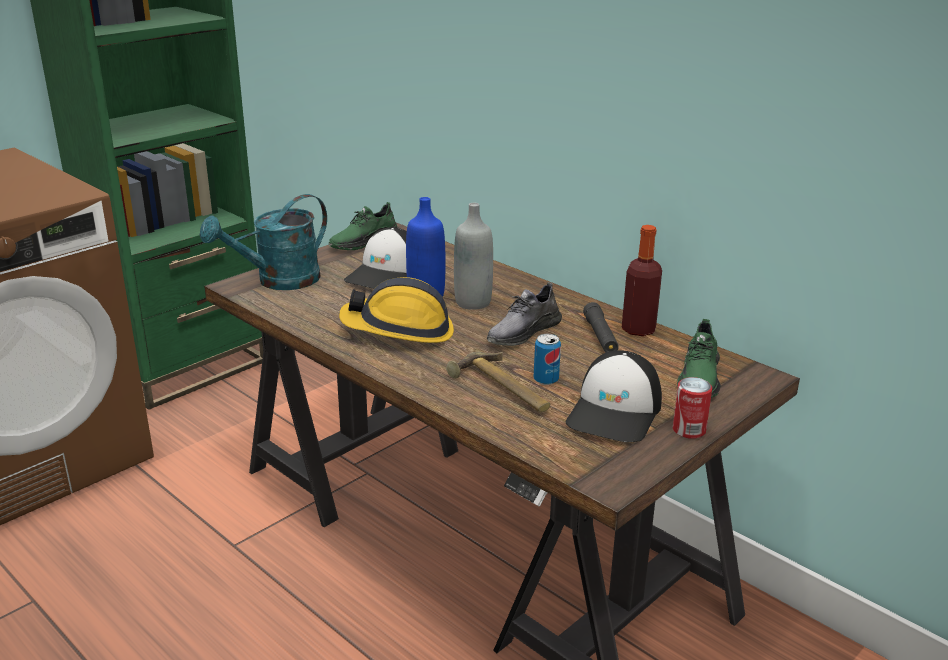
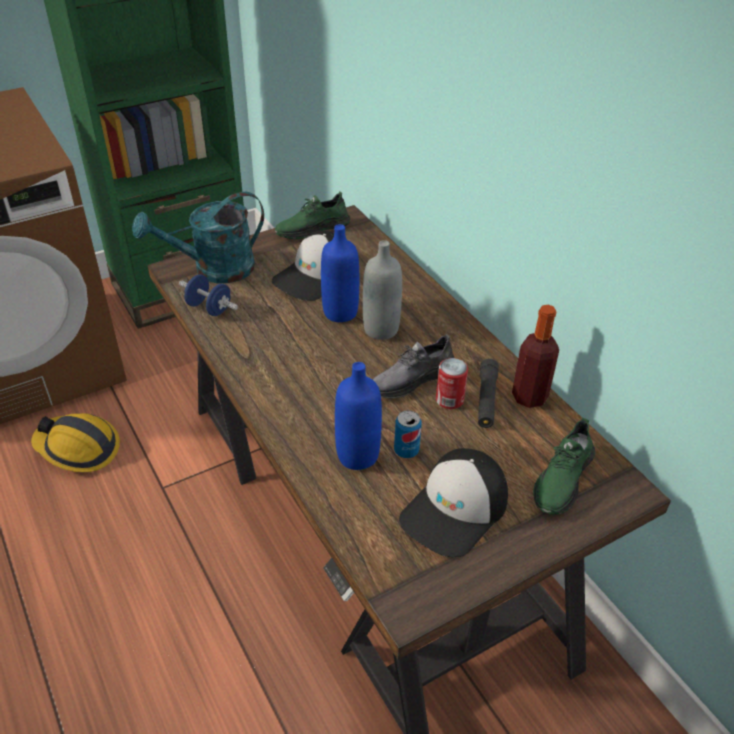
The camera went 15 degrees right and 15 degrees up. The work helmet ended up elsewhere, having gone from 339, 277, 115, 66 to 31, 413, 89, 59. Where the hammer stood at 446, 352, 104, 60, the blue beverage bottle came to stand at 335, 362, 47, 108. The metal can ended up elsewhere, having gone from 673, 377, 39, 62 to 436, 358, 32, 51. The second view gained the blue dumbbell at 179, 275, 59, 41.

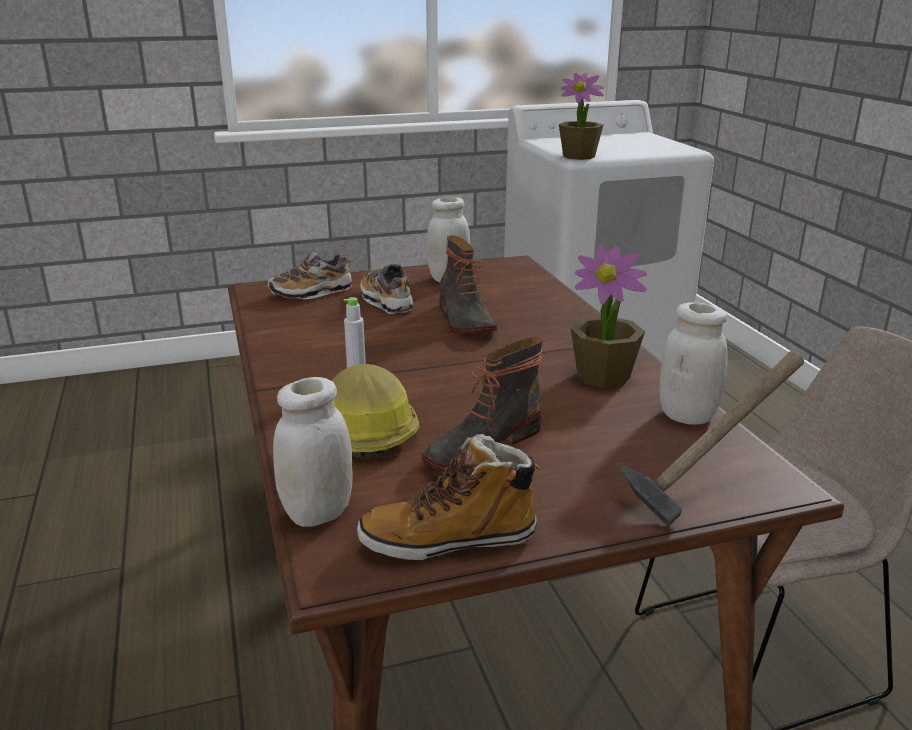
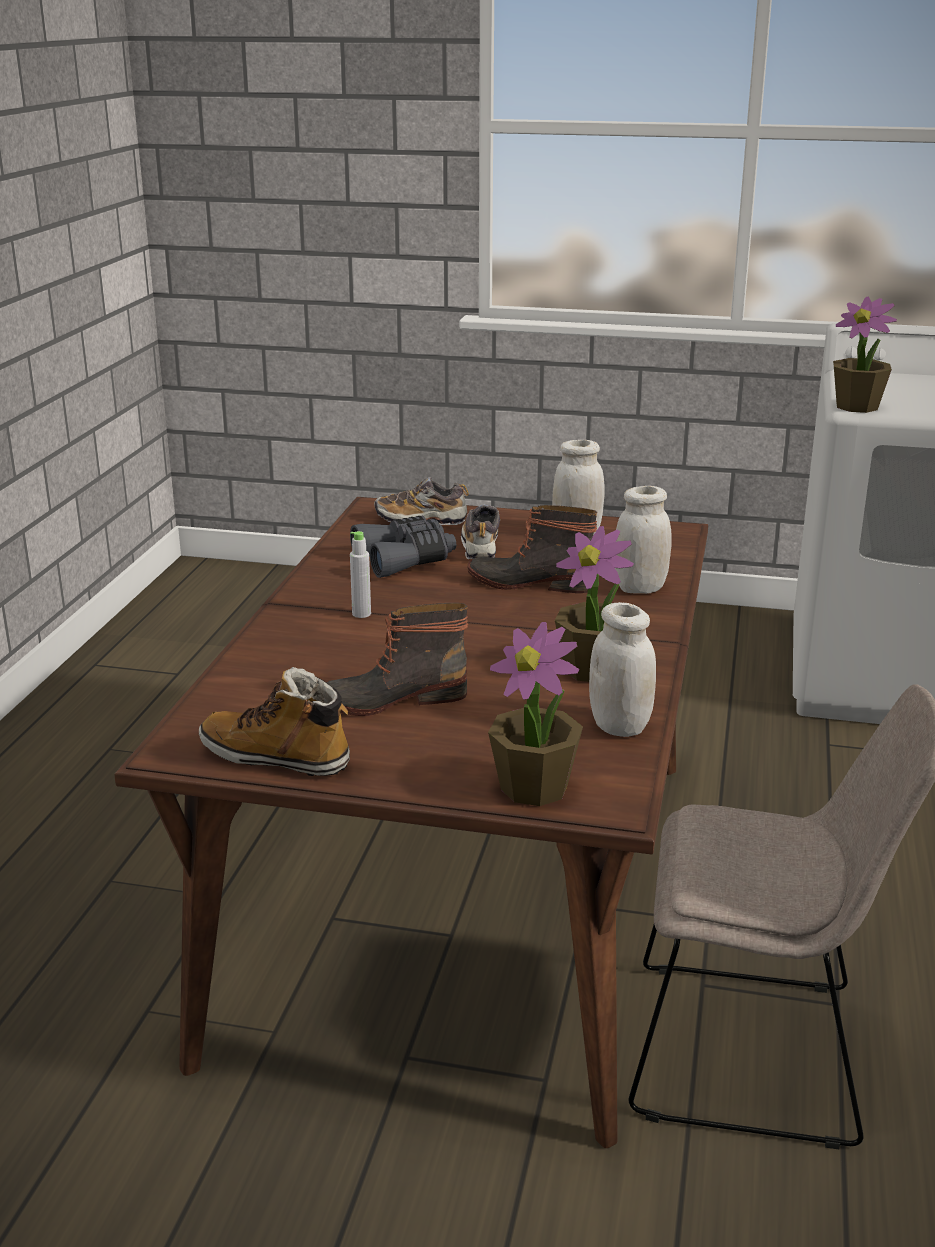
The camera went 30 degrees right and 0 degrees up. The white storage jar ended up elsewhere, having gone from 273, 377, 80, 150 to 615, 486, 57, 108. The second view lost the work helmet at 332, 364, 87, 95. The high-top boot at 439, 235, 59, 99 ended up facing another way, 90 degrees clockwise from before. Where the hammer stood at 621, 351, 183, 174, the potted plant came to stand at 488, 622, 95, 184. The second view gained the grey binoculars at 350, 516, 106, 62.

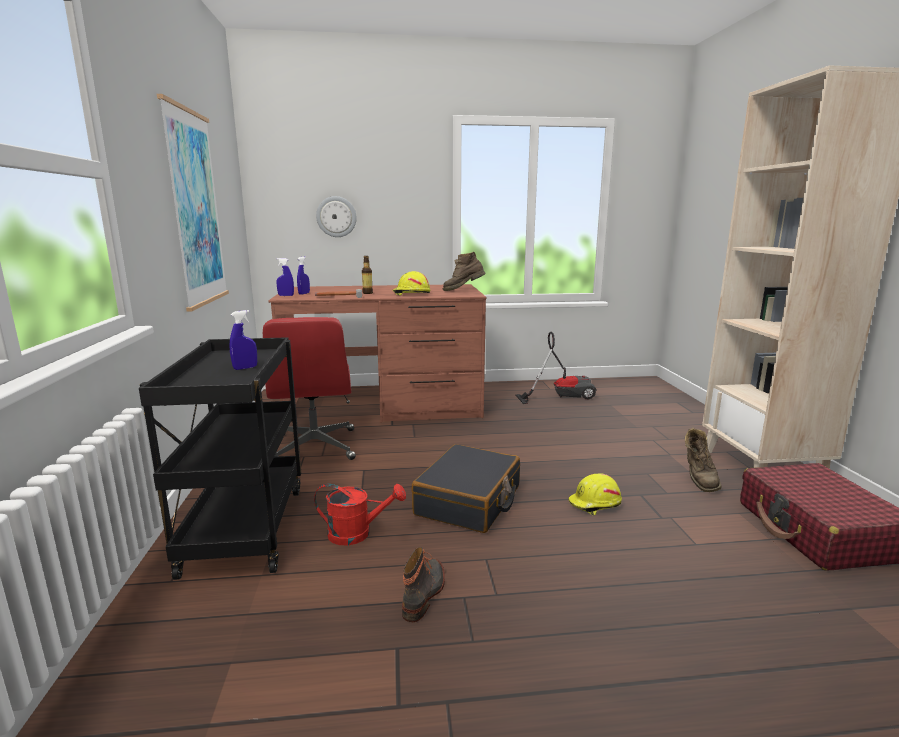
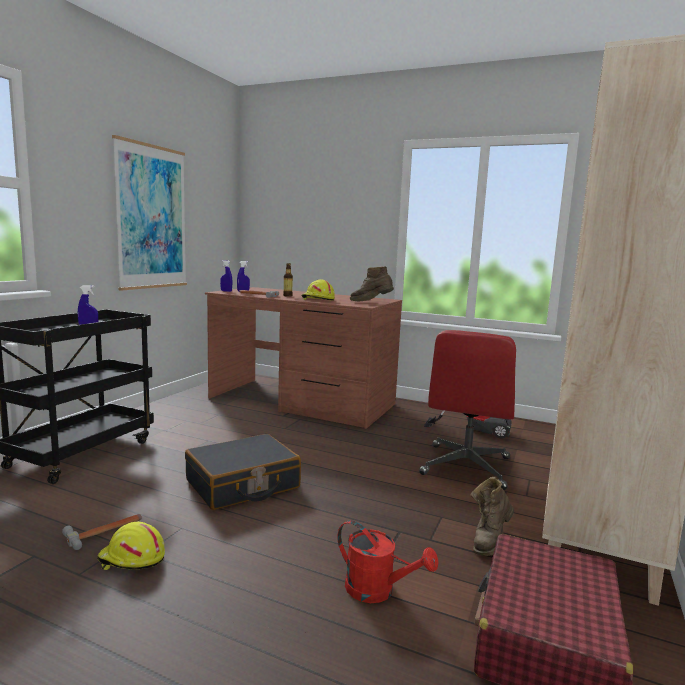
The camera went 30 degrees right and 5 degrees down. The reddish computer chair ended up elsewhere, having gone from 263, 317, 93, 143 to 419, 330, 97, 160. The reddish watering pot ended up elsewhere, having gone from 314, 484, 92, 61 to 337, 520, 101, 83. The second view lost the hanging clock at 316, 196, 41, 41. Where the high-top boot stood at 402, 547, 43, 75, the hammer came to stand at 62, 514, 80, 36. The yellow work helmet ended up elsewhere, having gone from 568, 474, 54, 41 to 97, 522, 68, 48.

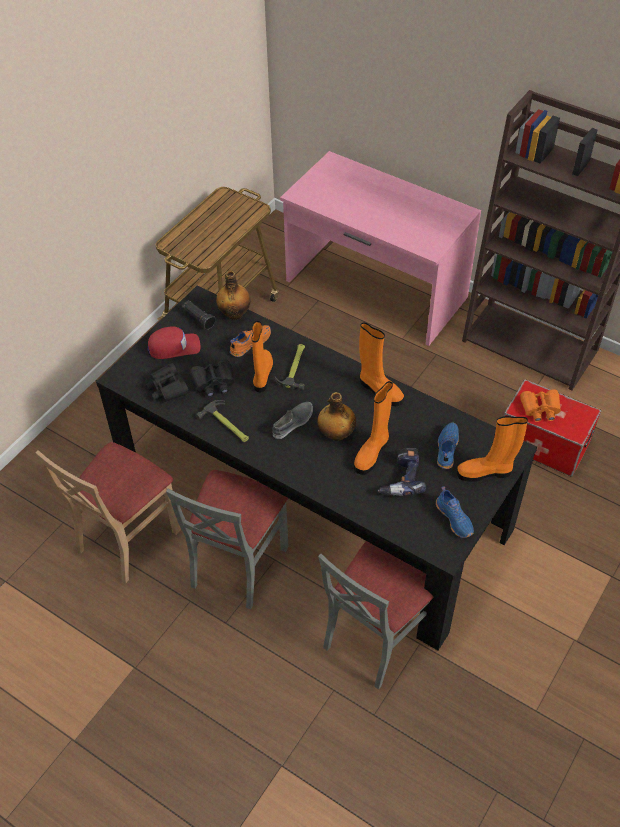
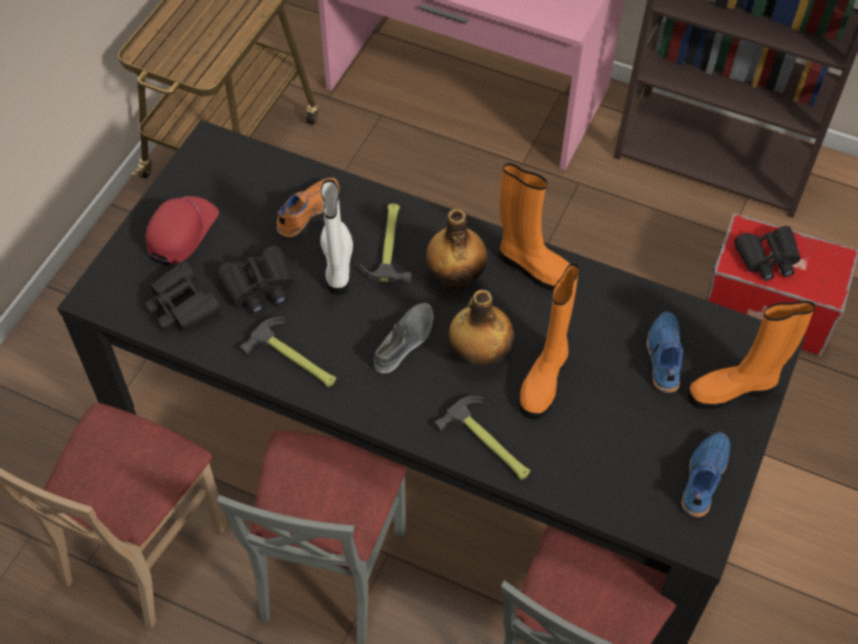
The camera went 10 degrees left and 5 degrees up. The reddish cap at 148, 326, 52, 33 ended up facing another way, 45 degrees counterclockwise from before. The second view lost the black torch at 182, 300, 34, 30. The beverage bottle ended up elsewhere, having gone from 216, 270, 35, 50 to 426, 209, 61, 80. What was the orange-coloured high-top boot at 252, 321, 21, 71 turned into the white high-top boot at 320, 180, 34, 115. The second view lost the electric drill at 378, 448, 48, 48. The blue low shoe at 436, 486, 38, 52 ended up facing another way, 120 degrees counterclockwise from before. What was the orange-coloured binoculars at 520, 389, 41, 33 turned into the black binoculars at 734, 226, 67, 55. The second view gained the hammer at 433, 396, 97, 84.

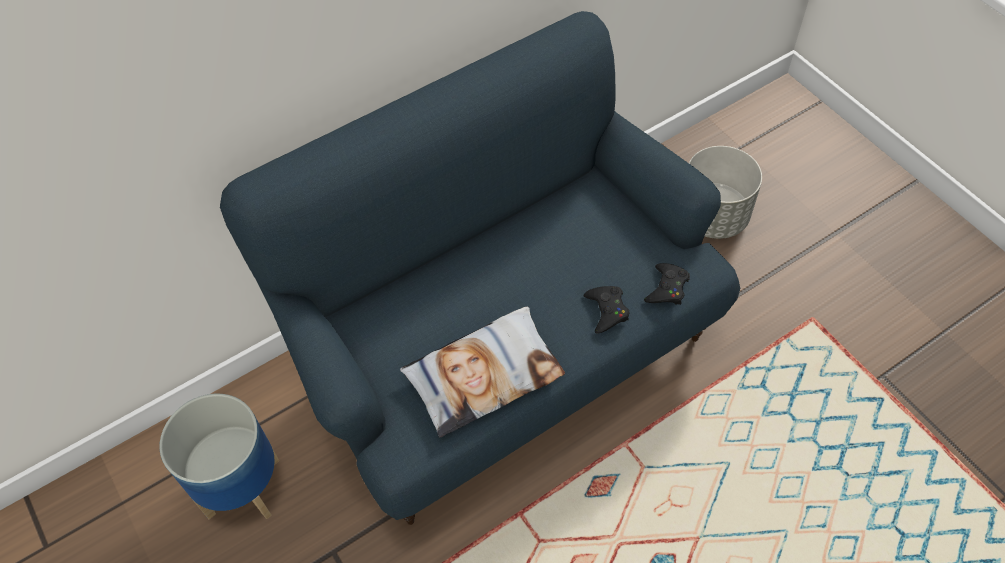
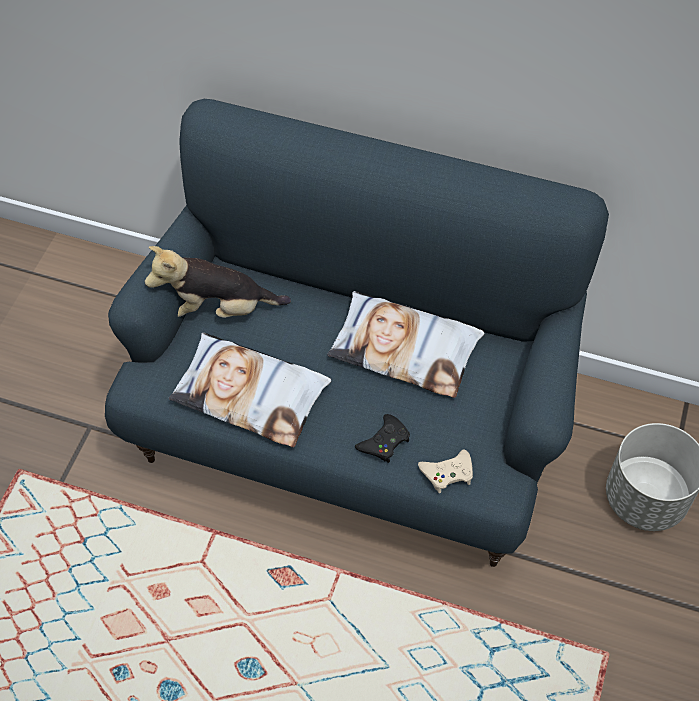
The camera went 50 degrees right and 0 degrees up. The second view lost the planter at 160, 394, 119, 126. What was the black joypad at 644, 263, 46, 42 turned into the beige joypad at 418, 450, 55, 43. The second view gained the plush toy at 145, 246, 146, 72. The second view gained the cushion at 327, 291, 157, 107.

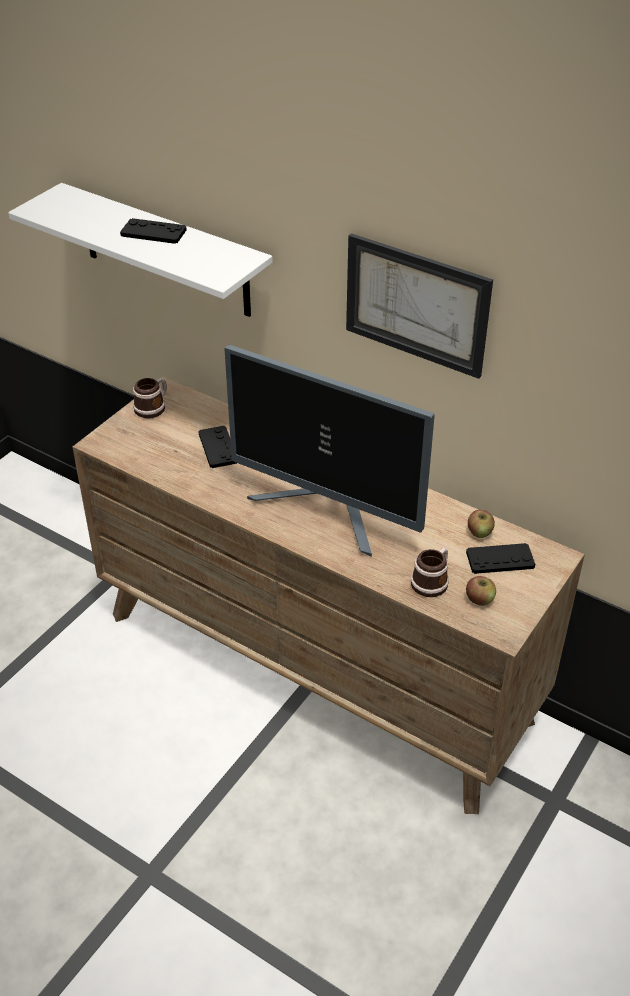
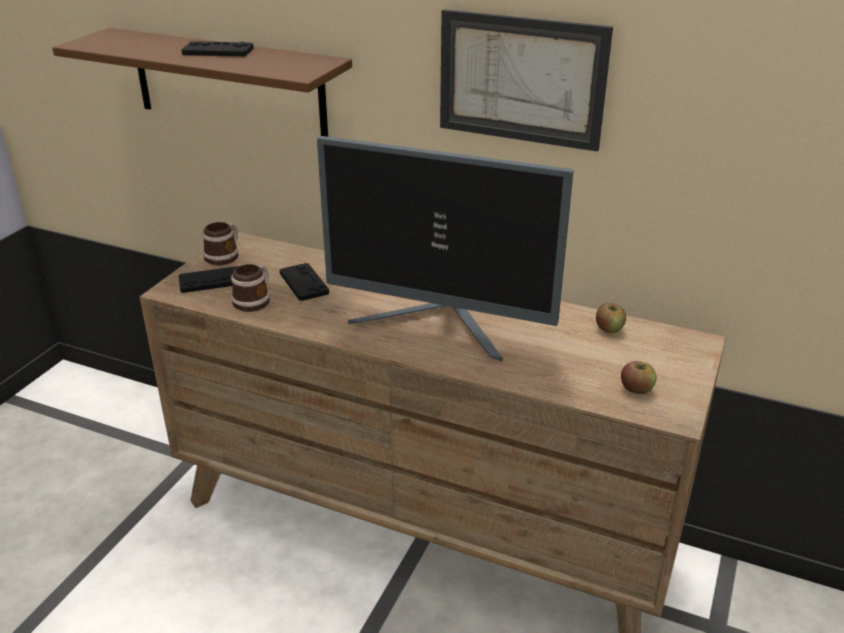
The camera went 10 degrees left and 10 degrees down. What was the white shelf at 8, 183, 265, 134 turned into the brown shelf at 52, 28, 300, 109. The tea mug ended up elsewhere, having gone from 411, 548, 38, 49 to 231, 264, 39, 48. The black joypad ended up elsewhere, having gone from 466, 543, 69, 31 to 178, 266, 61, 27.

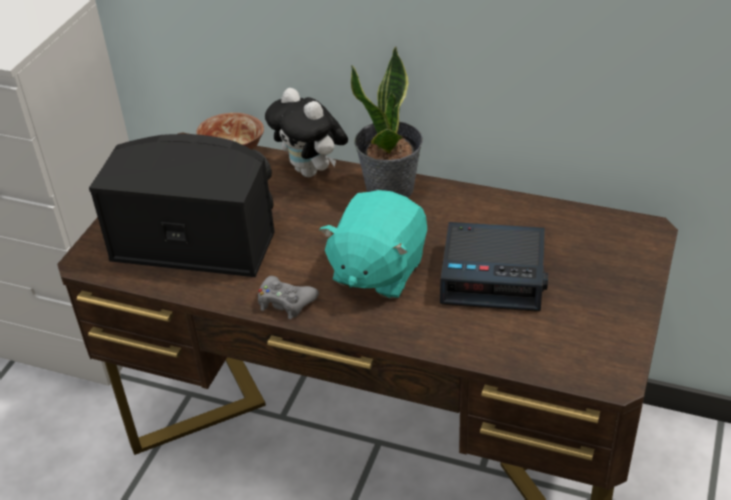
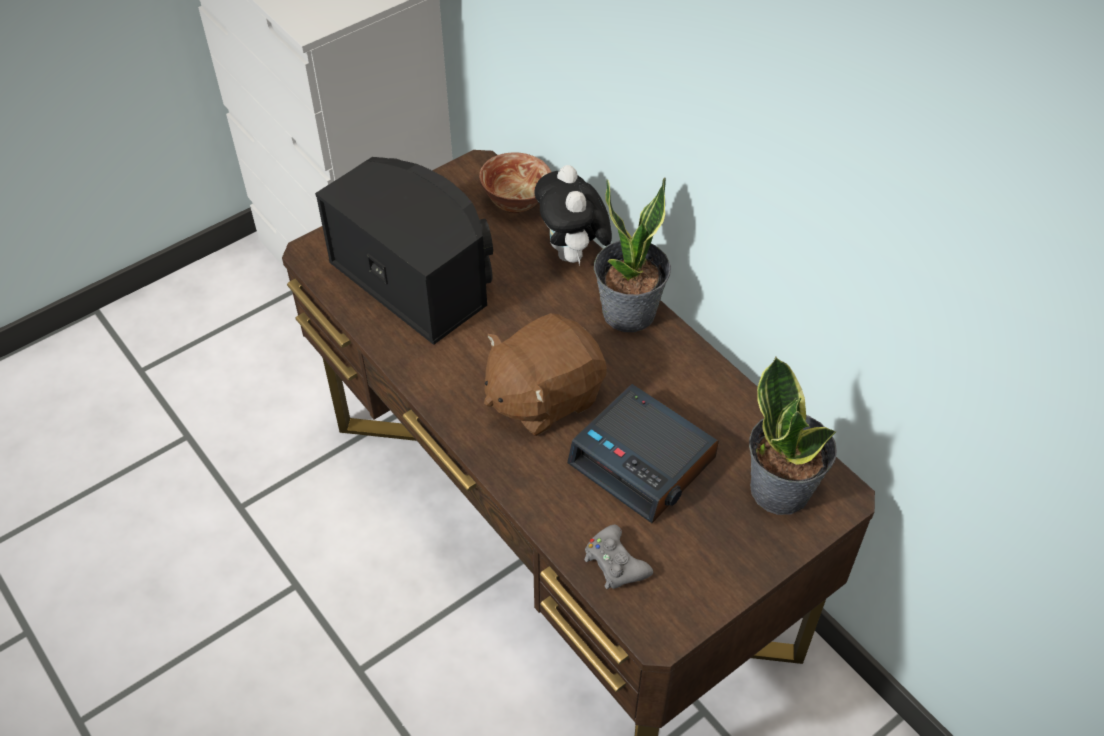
The camera went 30 degrees right and 10 degrees up. The grey joypad ended up elsewhere, having gone from 258, 276, 61, 43 to 584, 524, 69, 65. What was the turquoise plush toy at 319, 190, 108, 109 turned into the brown plush toy at 484, 313, 123, 123. The second view gained the potted plant at 749, 356, 88, 159.

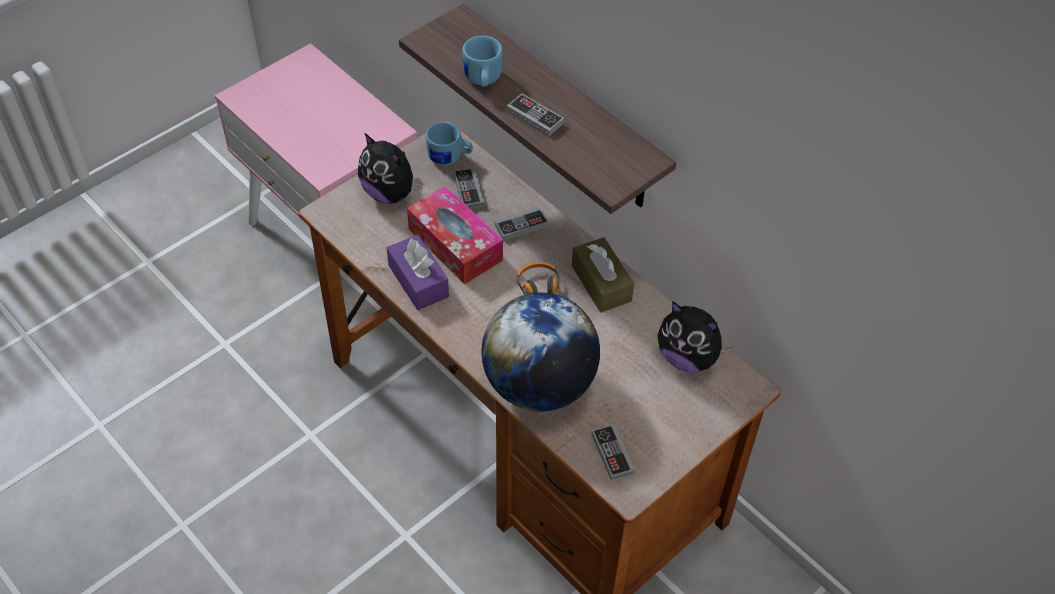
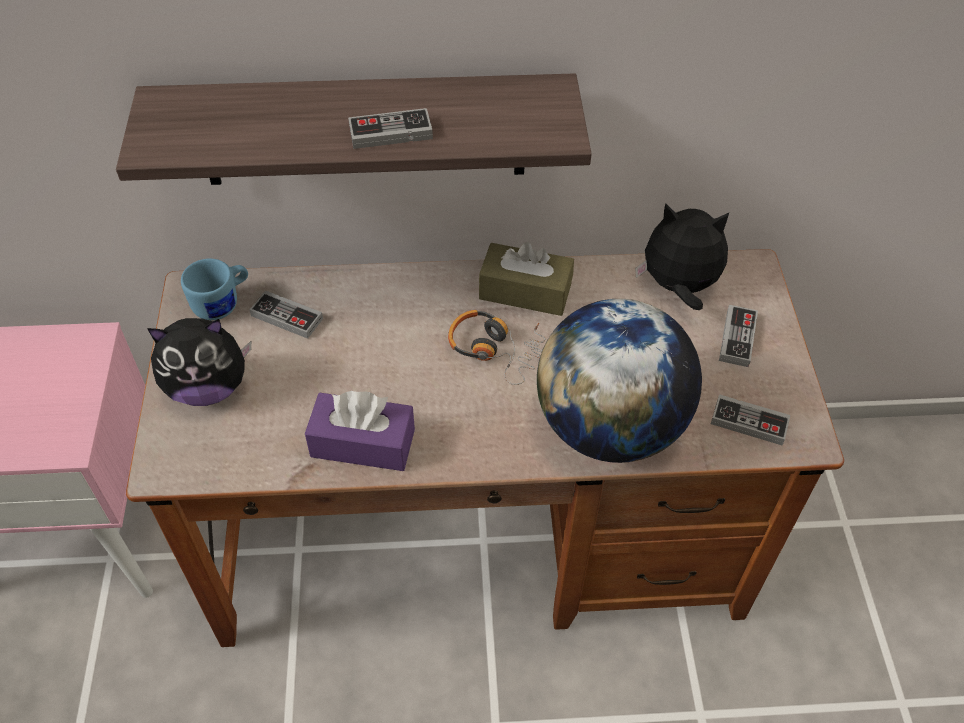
The camera went 50 degrees left and 0 degrees up. The second view lost the tissue box at 407, 186, 96, 98. The second view lost the blue tea mug at 462, 36, 41, 51. The joypad ended up elsewhere, having gone from 495, 208, 53, 33 to 719, 305, 39, 62. The plush toy at 657, 301, 75, 71 ended up facing another way, 150 degrees counterclockwise from before.

